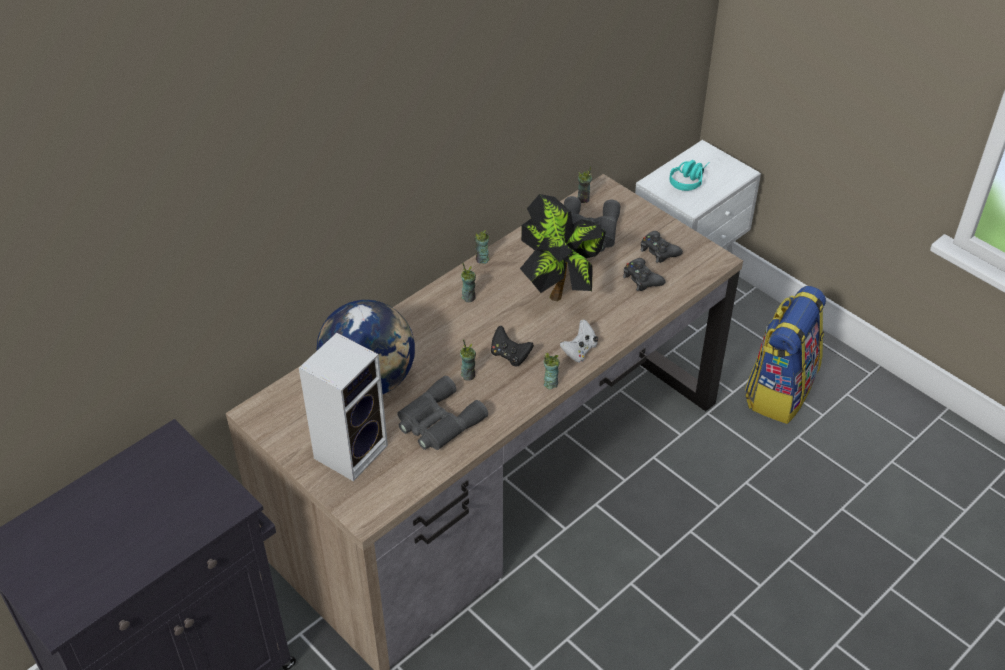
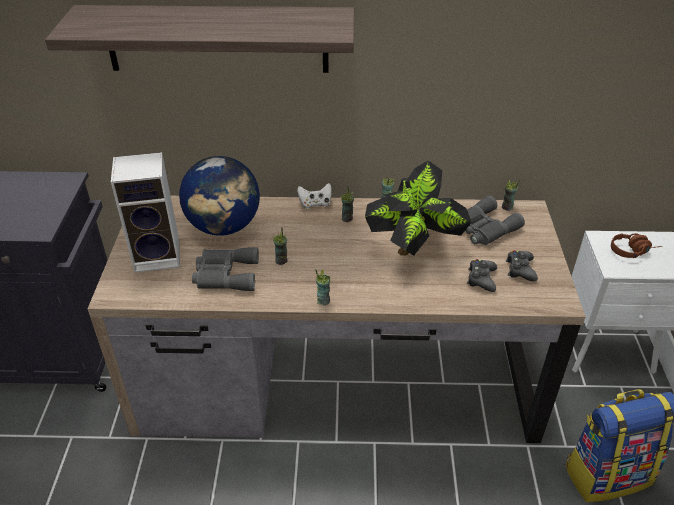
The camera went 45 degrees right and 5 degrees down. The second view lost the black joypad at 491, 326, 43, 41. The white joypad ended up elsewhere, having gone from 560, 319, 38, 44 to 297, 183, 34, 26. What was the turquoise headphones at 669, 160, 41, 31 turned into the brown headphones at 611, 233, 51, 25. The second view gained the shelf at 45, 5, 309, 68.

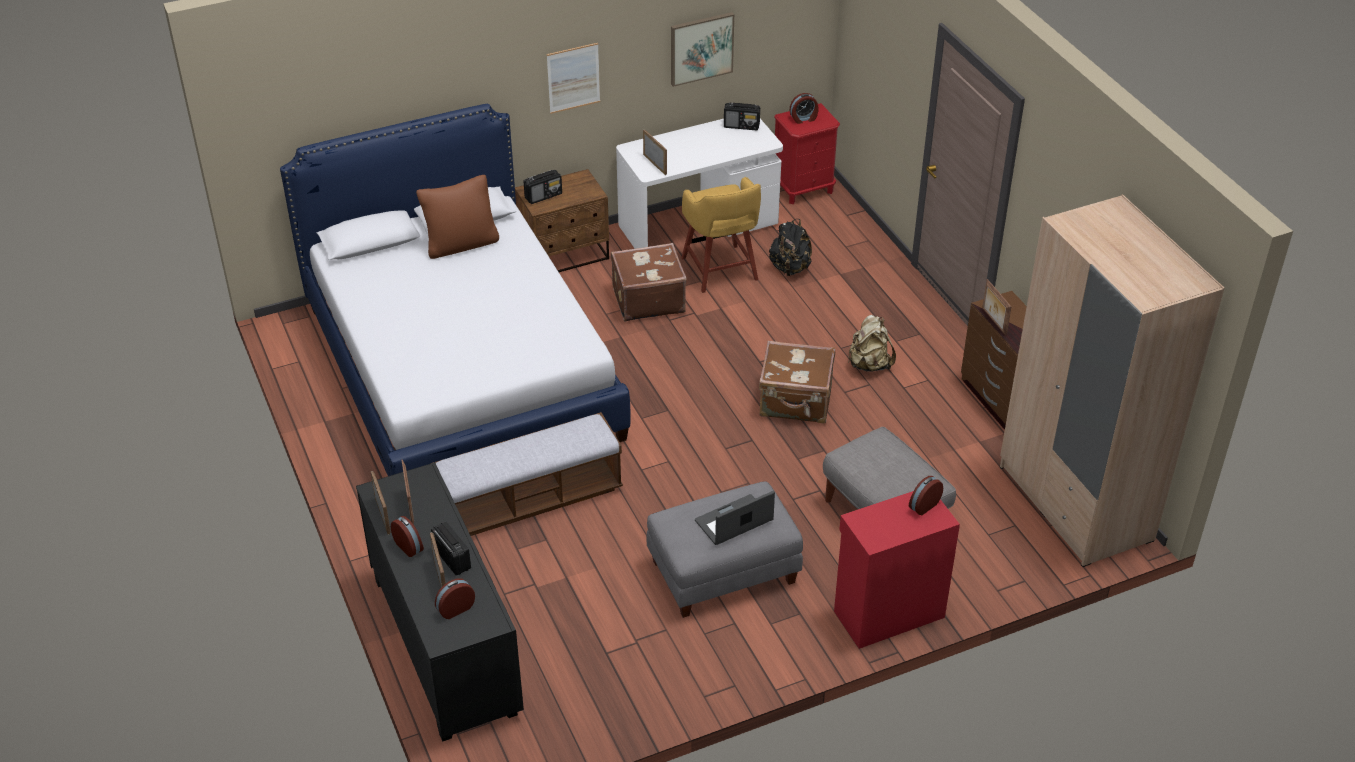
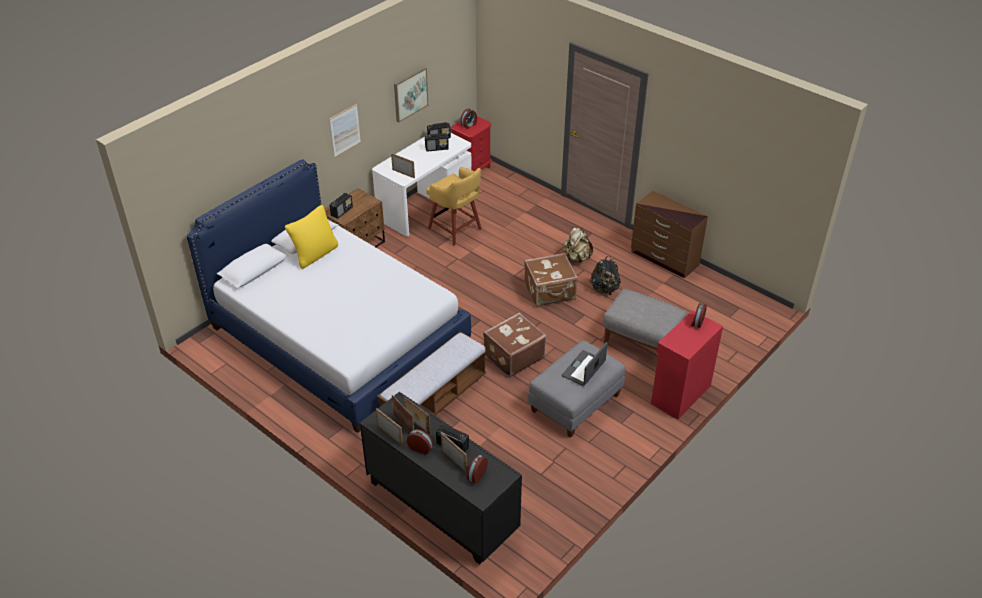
The camera went 25 degrees left and 0 degrees up. What was the brown cushion at 416, 175, 83, 84 turned into the yellow cushion at 285, 205, 53, 64. The brown suitcase ended up elsewhere, having gone from 611, 243, 76, 79 to 483, 313, 63, 64. The black backpack ended up elsewhere, having gone from 769, 219, 43, 57 to 589, 256, 32, 39. The photo frame ended up elsewhere, having gone from 982, 279, 29, 57 to 403, 397, 28, 38. The second view lost the beige wardrobe at 1000, 194, 224, 373. The second view gained the radio receiver at 425, 133, 24, 19.

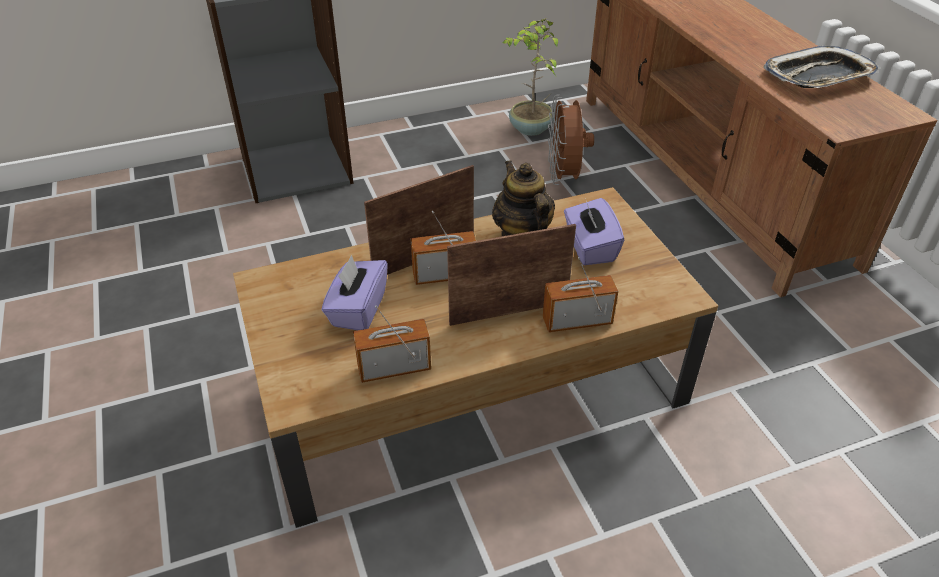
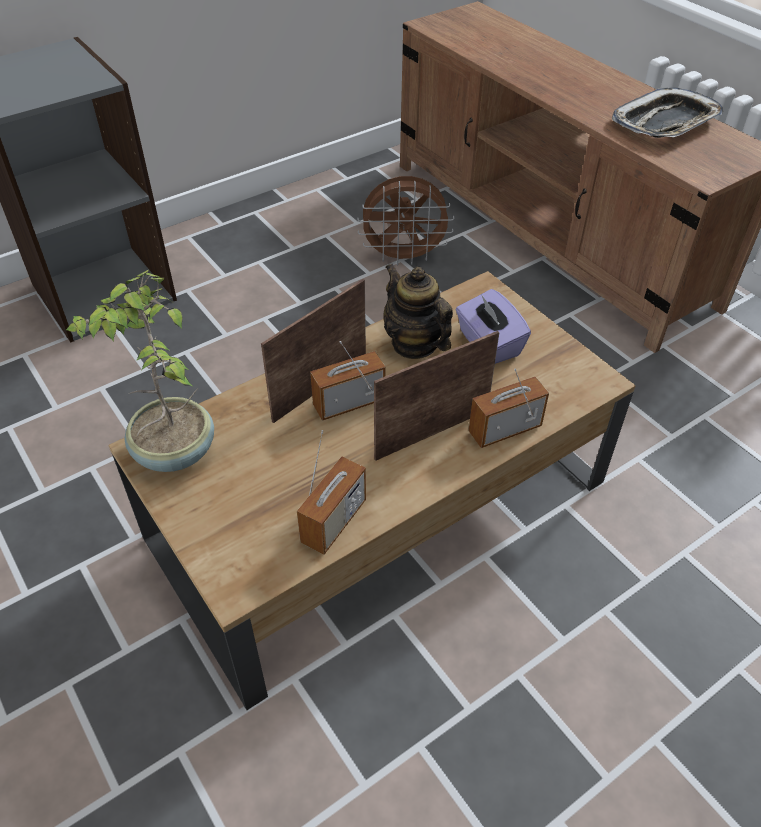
The camera went 15 degrees left and 5 degrees up. The second view lost the purplish tissue box at 322, 255, 66, 75. The radio receiver at 353, 305, 78, 78 ended up facing another way, 150 degrees clockwise from before. The potted plant ended up elsewhere, having gone from 502, 18, 56, 118 to 66, 270, 148, 202. The brown cooling fan at 548, 95, 46, 90 ended up facing another way, 75 degrees counterclockwise from before.

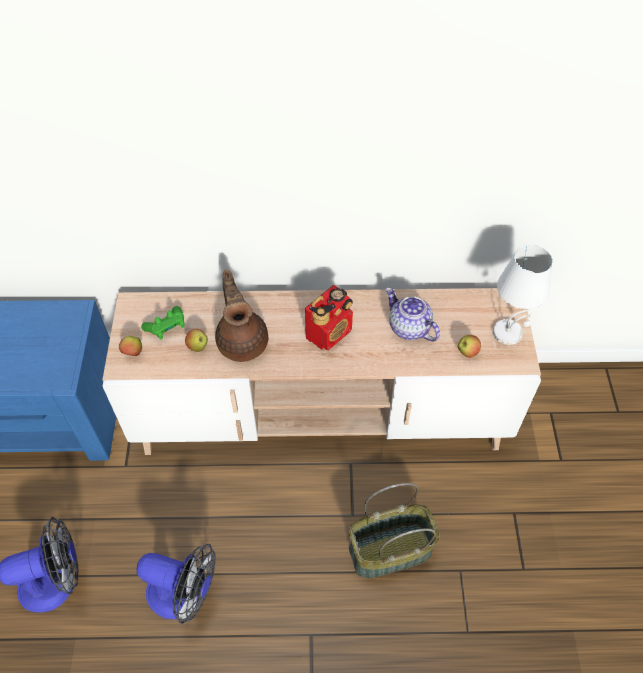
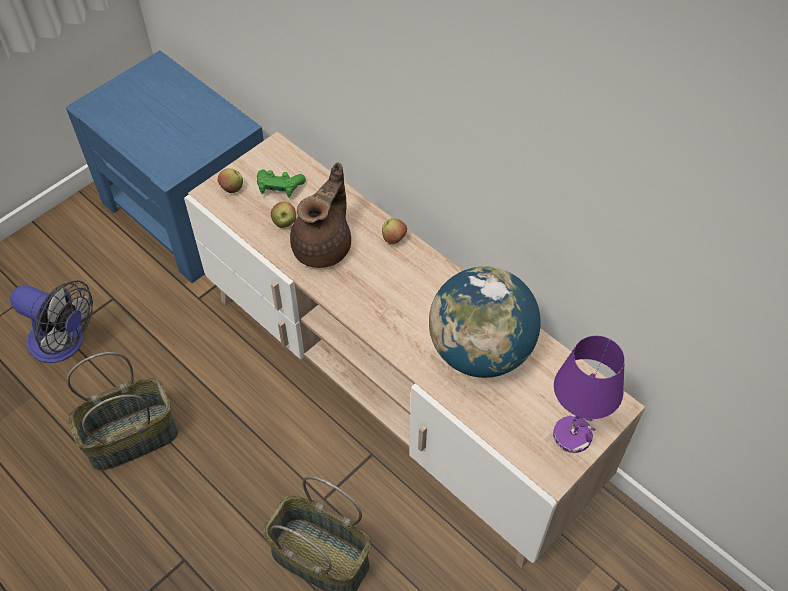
The camera went 45 degrees right and 0 degrees up. Where the cooling fan stood at 137, 544, 79, 80, the household basket came to stand at 67, 352, 112, 118. The second view lost the radio receiver at 305, 285, 48, 65. Where the teapot stood at 386, 288, 54, 53, the world globe came to stand at 429, 266, 112, 112. The whole apple ended up elsewhere, having gone from 458, 335, 23, 23 to 382, 218, 25, 26. What was the white tabletop lamp at 493, 245, 59, 100 turned into the purplish tabletop lamp at 553, 336, 72, 117.

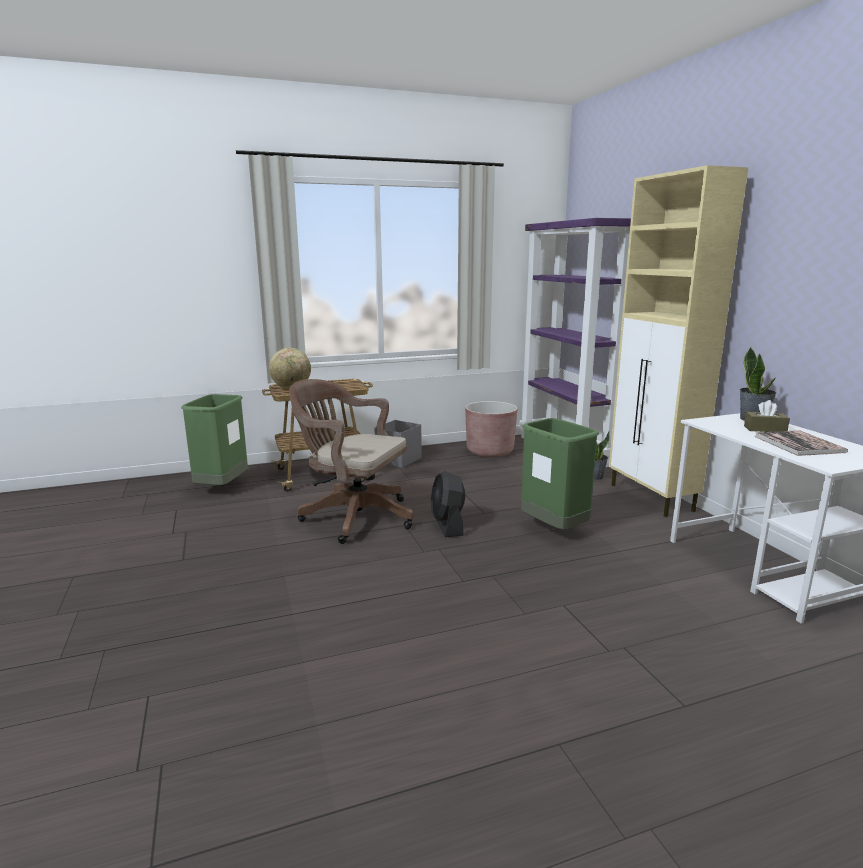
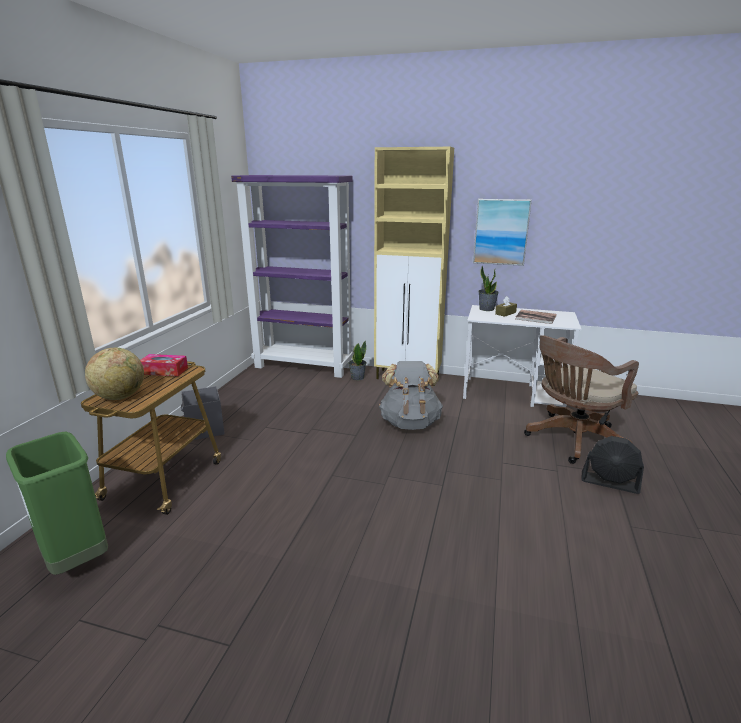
The camera went 55 degrees left and 5 degrees up. The brown computer chair ended up elsewhere, having gone from 289, 379, 125, 165 to 524, 335, 115, 129. The black cooling fan ended up elsewhere, having gone from 431, 471, 34, 66 to 581, 436, 63, 58. The second view lost the brown planter at 465, 401, 52, 56. Where the greenish rubbish bin stood at 521, 418, 78, 112, the grey backpack came to stand at 379, 361, 64, 69. The second view gained the tissue box at 140, 354, 48, 22. The second view gained the wall picture at 473, 199, 59, 67.

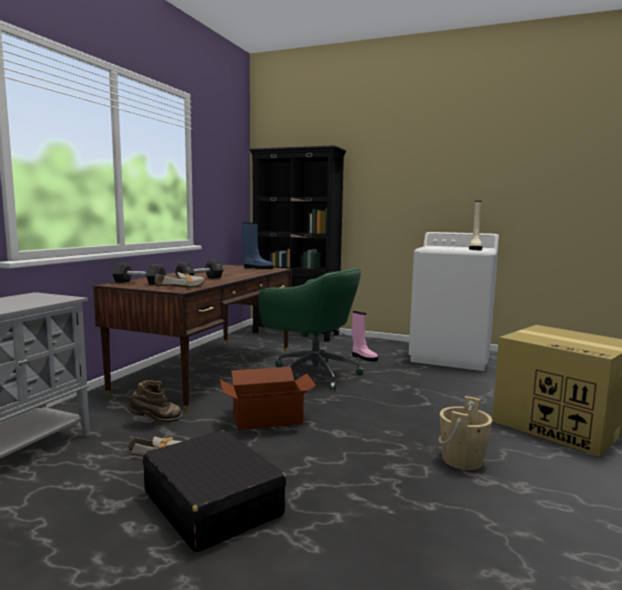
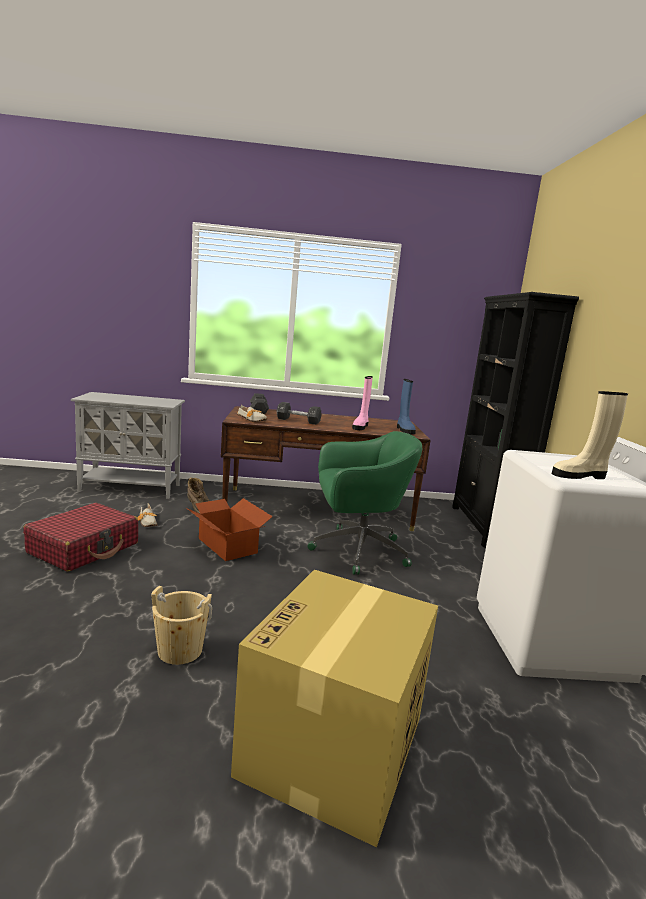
The camera went 65 degrees right and 5 degrees up. What was the black suitcase at 143, 430, 144, 123 turned into the reddish suitcase at 23, 503, 115, 69. The greenish computer chair at 258, 268, 106, 122 ended up facing another way, 105 degrees counterclockwise from before. The pinkish high-top boot ended up elsewhere, having gone from 352, 311, 26, 51 to 352, 376, 21, 54.

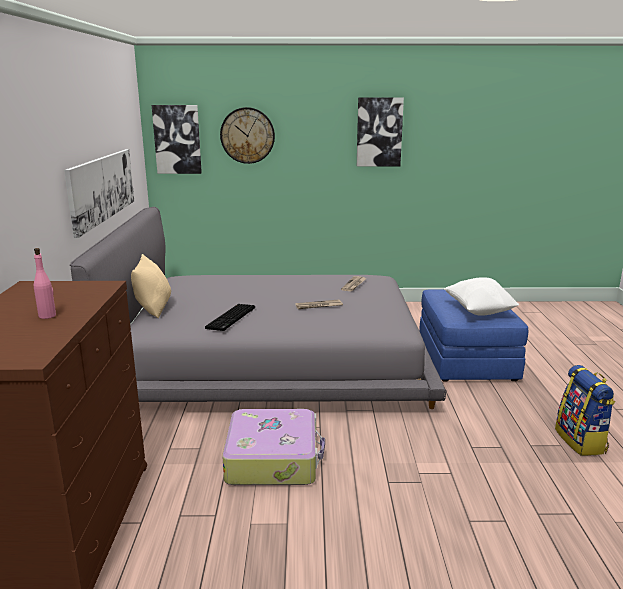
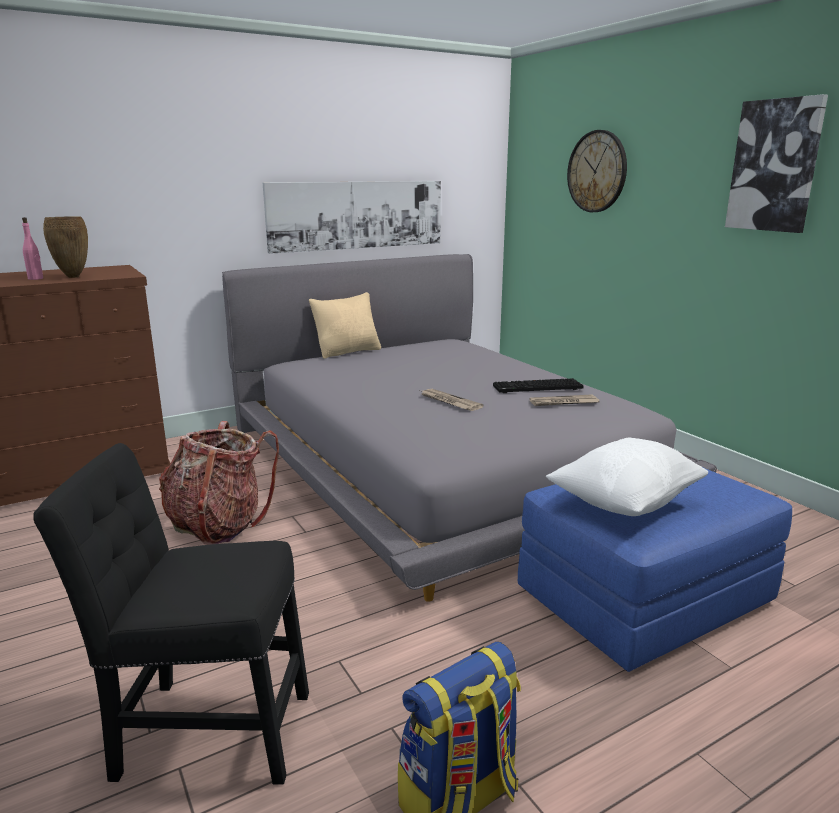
The camera went 60 degrees right and 0 degrees up. The second view lost the wall picture at 152, 105, 50, 69. The PC keyboard ended up elsewhere, having gone from 205, 304, 50, 27 to 493, 378, 91, 15. Where the suitcase stood at 222, 409, 103, 76, the backpack came to stand at 159, 421, 120, 124. The second view gained the black plain chair at 33, 443, 276, 342. The second view gained the brown decorative vase at 43, 216, 45, 62.

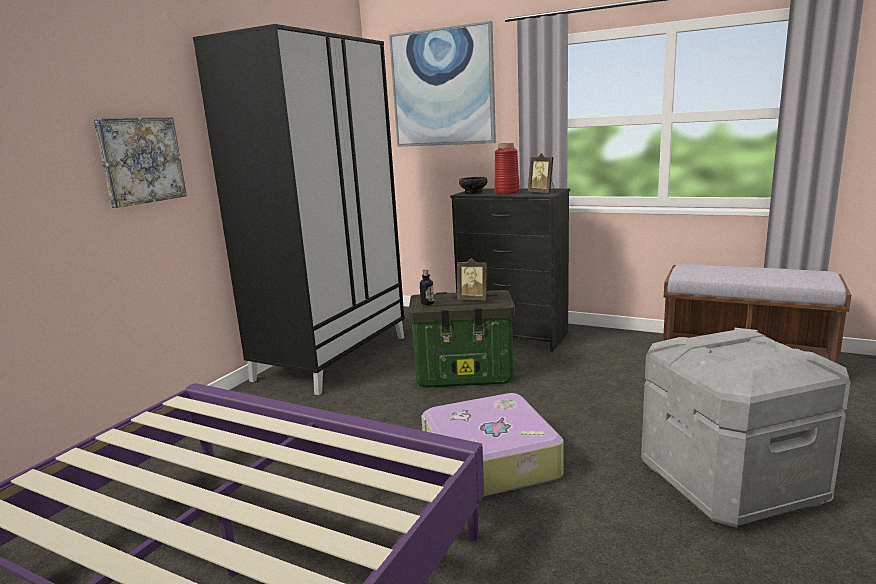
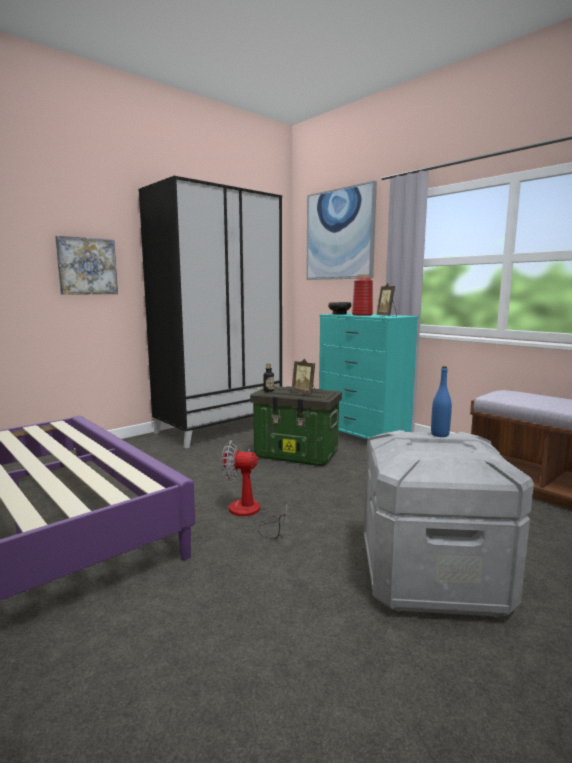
The camera went 20 degrees right and 5 degrees down. Where the suitcase stood at 421, 393, 143, 104, the cooling fan came to stand at 222, 440, 65, 99. What was the black chest of drawers at 450, 188, 120, 164 turned into the turquoise chest of drawers at 319, 313, 100, 126. The second view gained the blue beverage bottle at 431, 366, 21, 71.

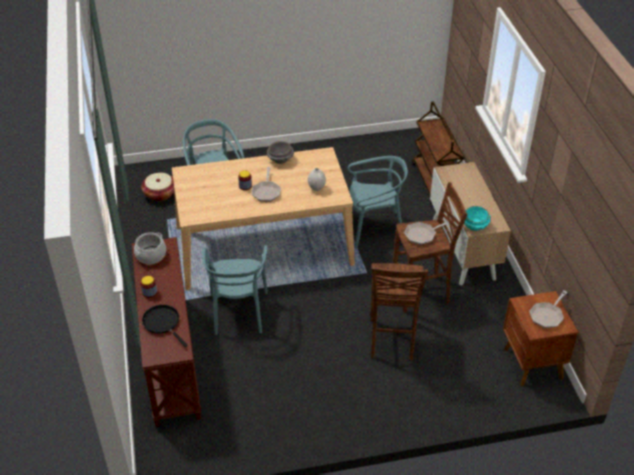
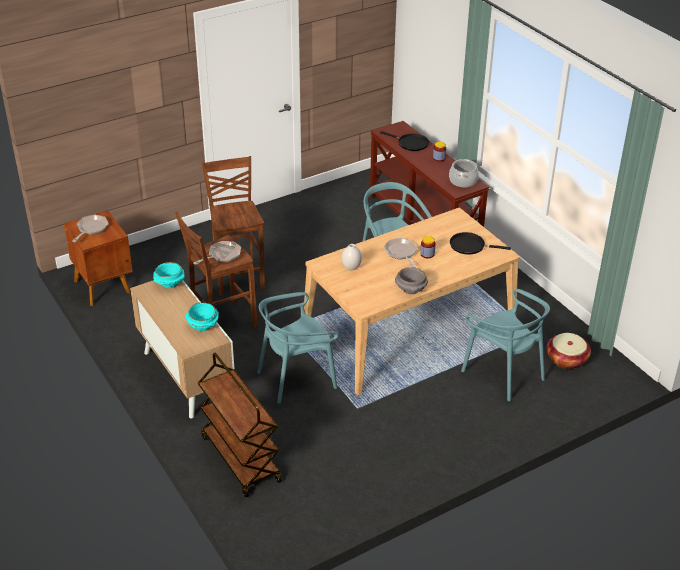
The camera went 160 degrees right and 5 degrees down. The second view gained the turquoise bowl at 185, 302, 34, 29. The second view gained the black frying pan at 450, 232, 61, 22.

